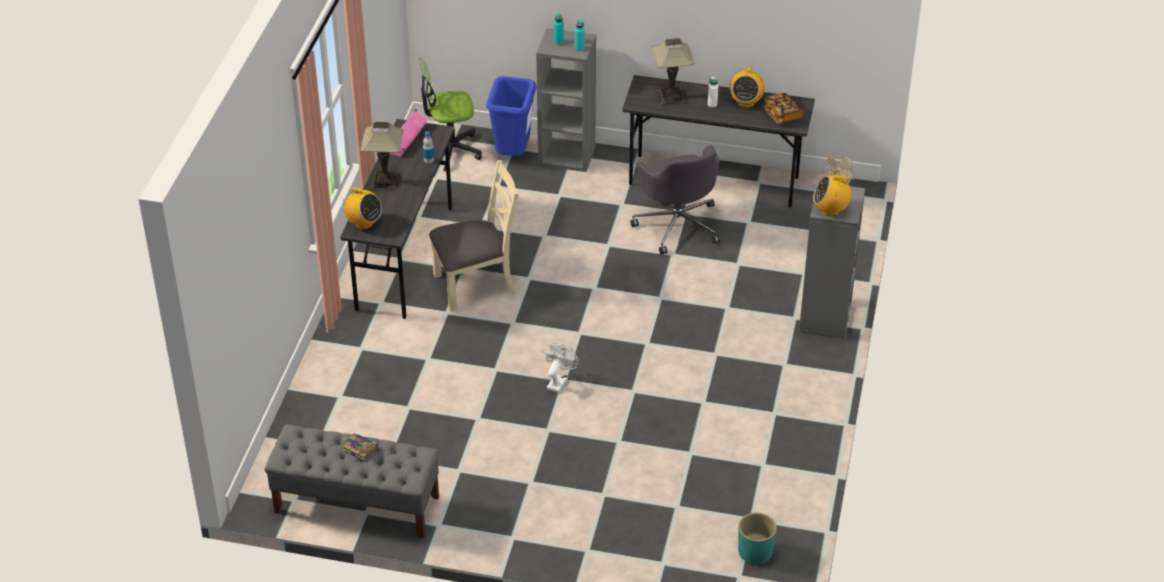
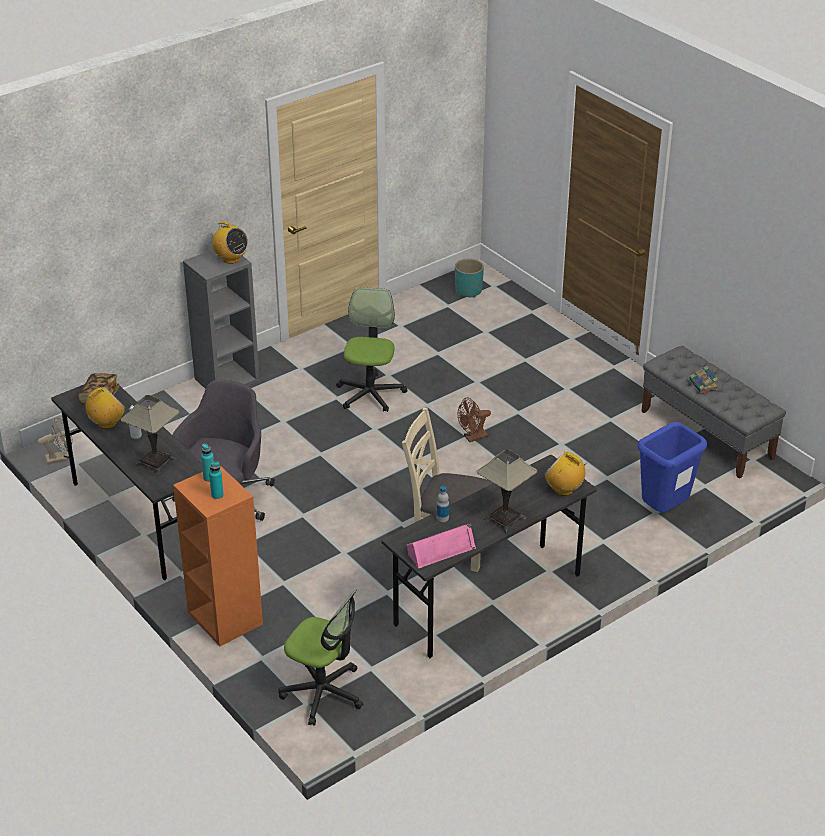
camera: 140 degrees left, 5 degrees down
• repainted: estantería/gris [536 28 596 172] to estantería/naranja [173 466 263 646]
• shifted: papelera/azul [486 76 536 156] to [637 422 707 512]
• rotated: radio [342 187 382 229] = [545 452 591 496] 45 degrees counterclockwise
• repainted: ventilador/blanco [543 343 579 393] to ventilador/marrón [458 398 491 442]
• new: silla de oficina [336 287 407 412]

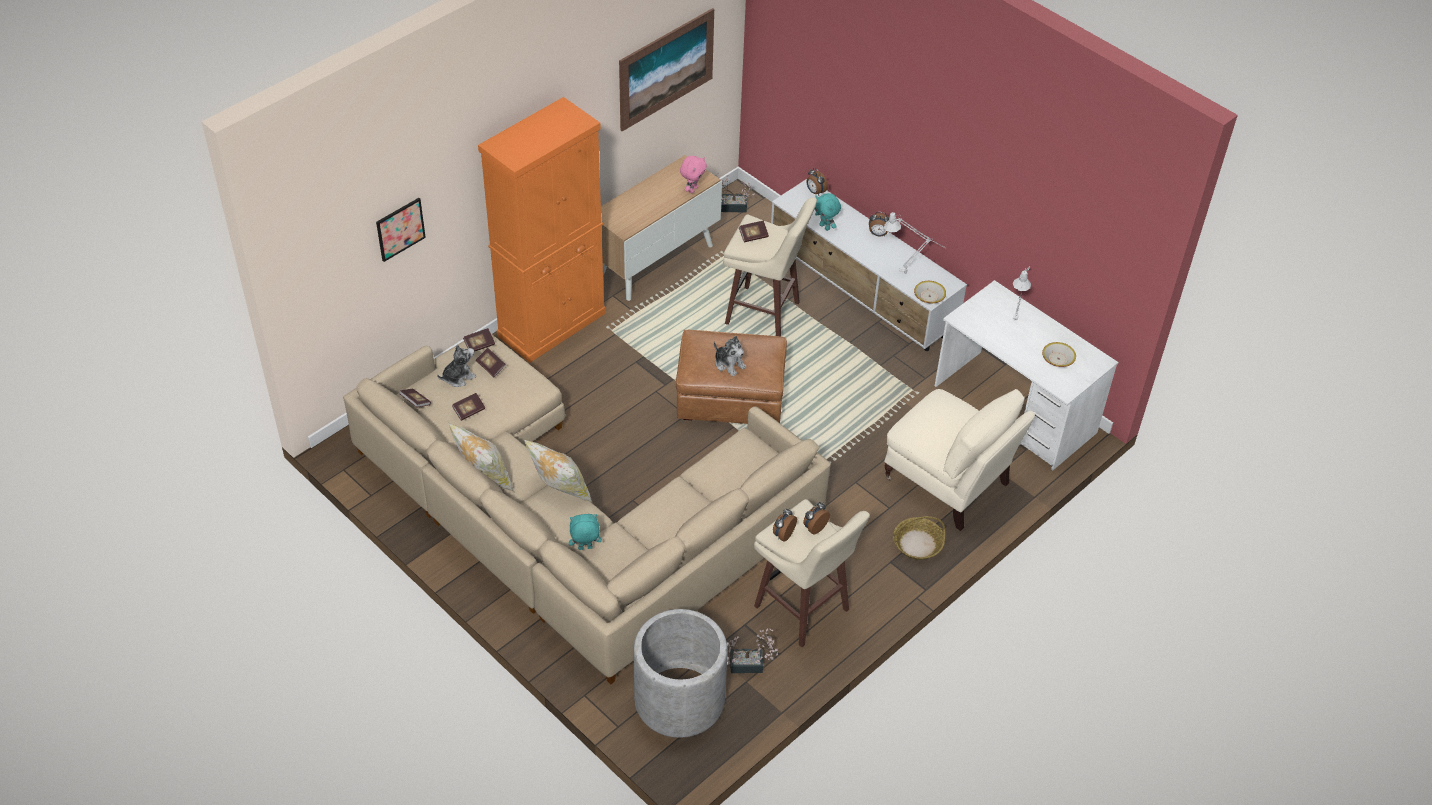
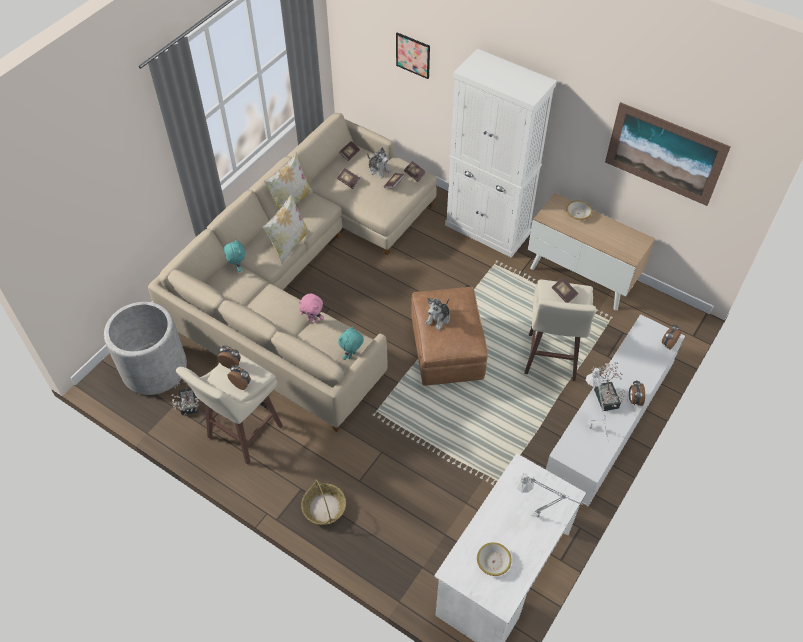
camera: 80 degrees right, 5 degrees up
• repainted: armario/naranja [478 97 606 363] to armario/blanco [445 49 557 258]
• shifted: peluche/rosa [680 156 707 193] to [298 294 324 323]
• shifted: planta en maceta [715 173 755 213] to [592 362 628 411]
• shifted: peluche/turquesa [815 193 841 231] to [338 326 364 360]
• shifted: cuenco [914 281 946 303] to [566 201 592 220]
• gone: sillón/beis [884 389 1035 531]

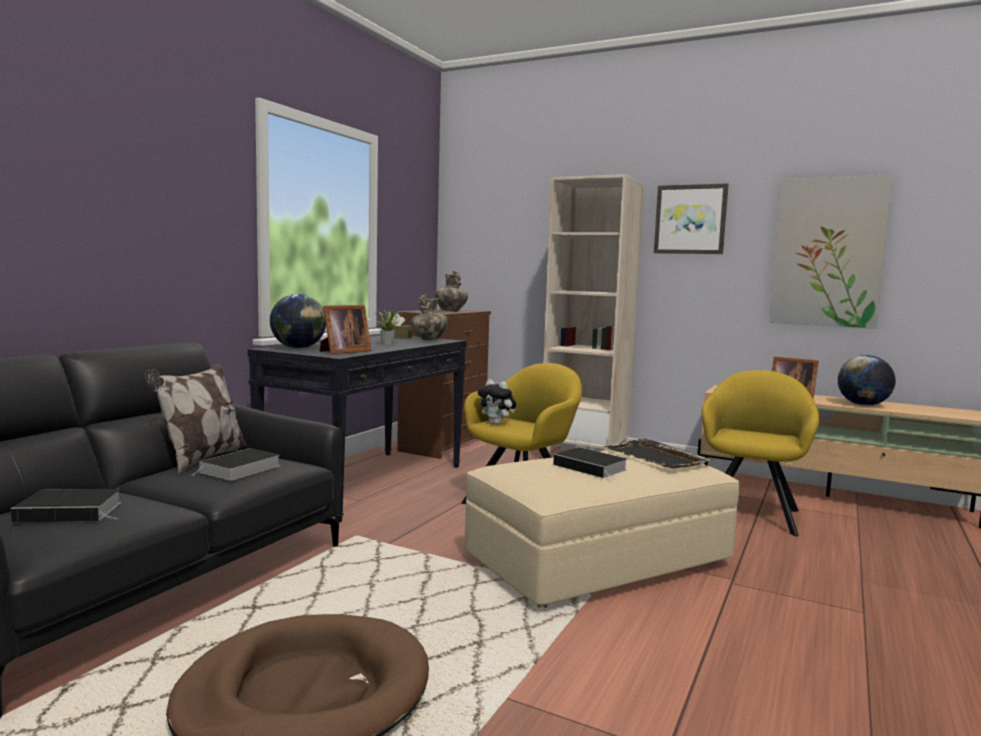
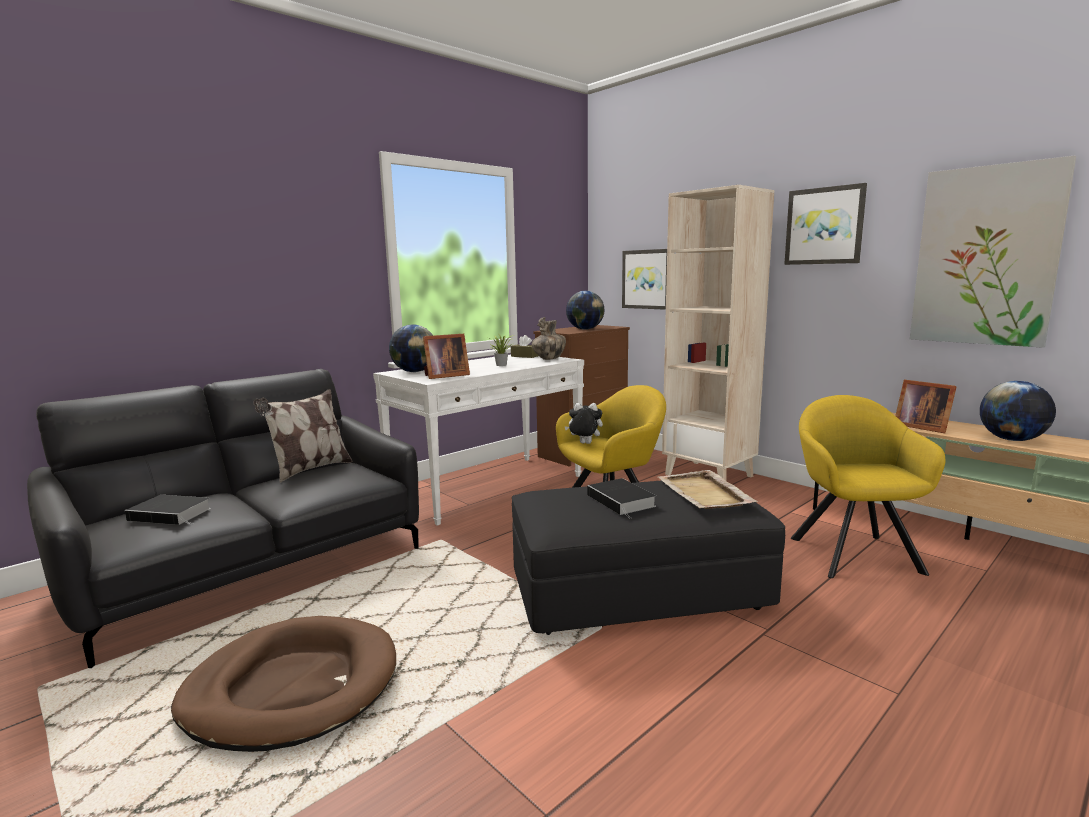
camera: 20 degrees right, 5 degrees up
• swapped: florero [435 271 468 312] to globo terráqueo [566 291 605 330]
• repainted: mesa consola/negro [248 335 467 523] to mesa consola/blanco [373 355 584 526]
• rotated: sillón/amarillo [701 370 819 536] = [791 395 945 578] 45 degrees counterclockwise
• rotated: peluche [478 379 516 425] = [565 403 603 444] 135 degrees clockwise
• repainted: bandeja/negro [603 439 713 469] to bandeja/beis [658 470 758 509]
• gone: libro [191 448 280 481]
• repainted: puf/beis [465 450 739 608] to puf/negro [512 480 785 635]
• new: cuadro [622 249 667 310]

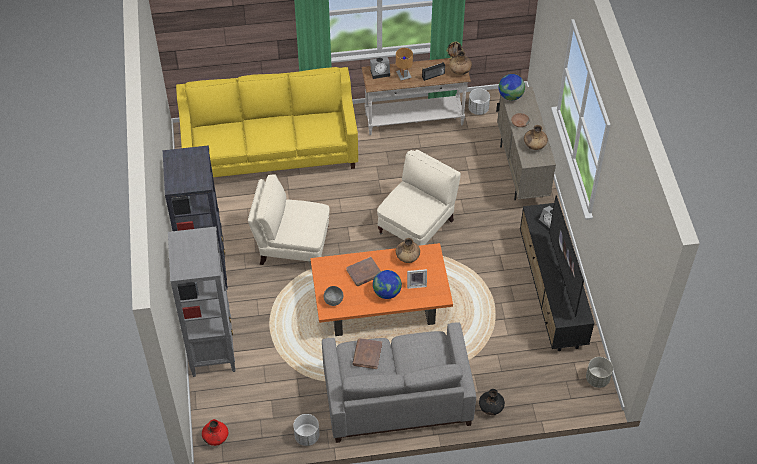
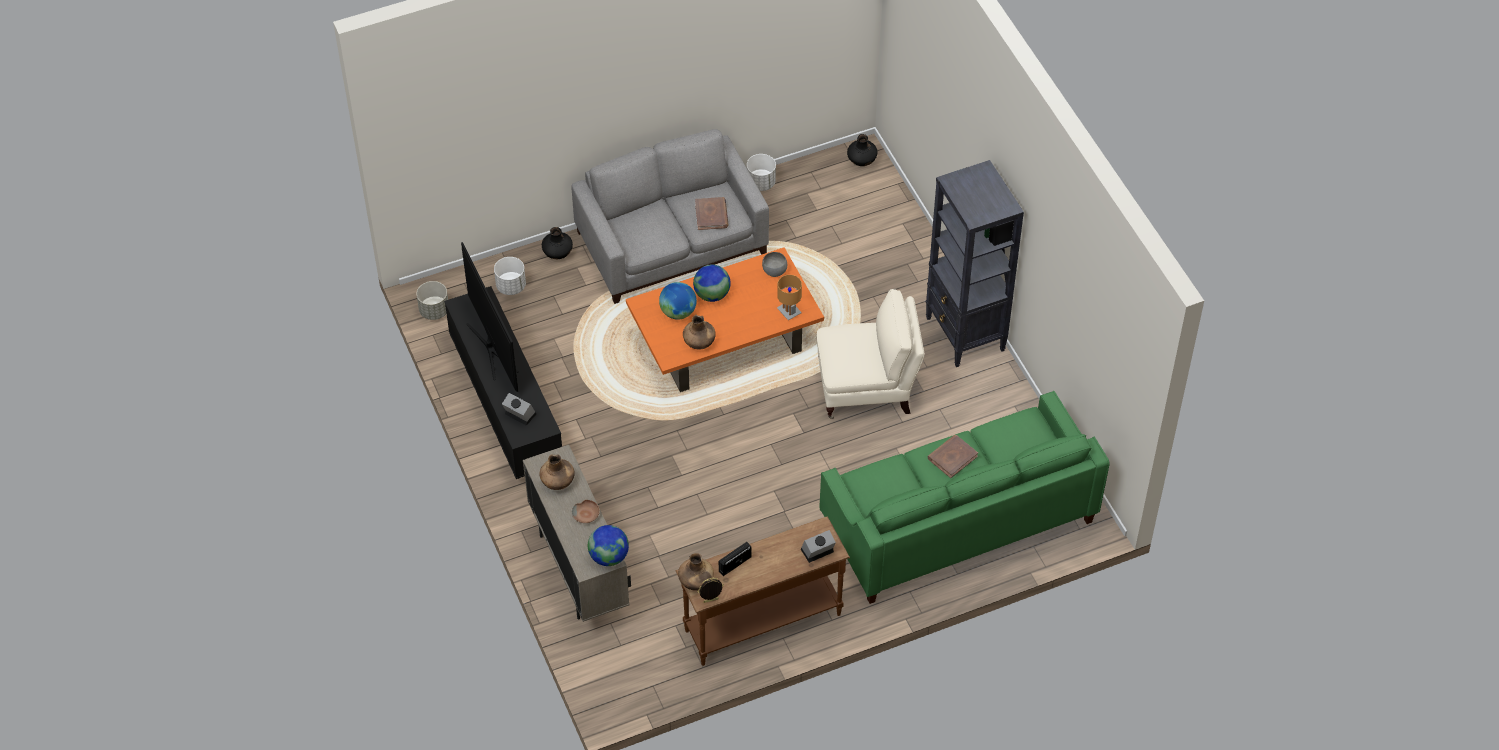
camera: 165 degrees right, 0 degrees up
• shifted: lámpara de mesa/marrón [396 48 413 81] to [777 275 802 320]
• repainted: mesa consola/blanco [362 58 471 135] to mesa consola/marrón [676 516 850 666]
• repainted: sofá/amarillo [176 67 358 177] to sofá/verde [819 391 1110 604]
• shifted: maceta/blanco [468 88 490 115] to [494 257 526 295]
• gone: sillón/beis [377 150 461 246]
• gone: estantería/gris [168 227 236 377]
• shifted: libro/marrón [346 257 381 286] to [928 435 978 478]
• swapped: portarretratos [407 269 427 289] to globo terráqueo [659 282 697 320]
• repainted: florero/rojo [202 419 228 446] to florero/negro [847 134 877 166]

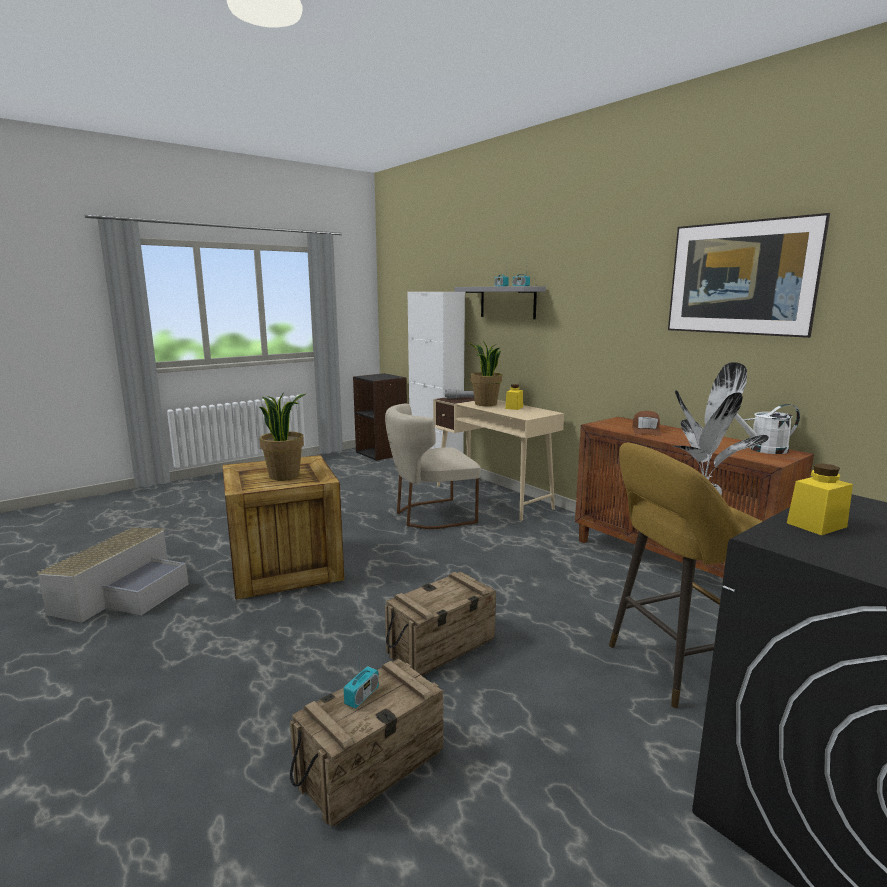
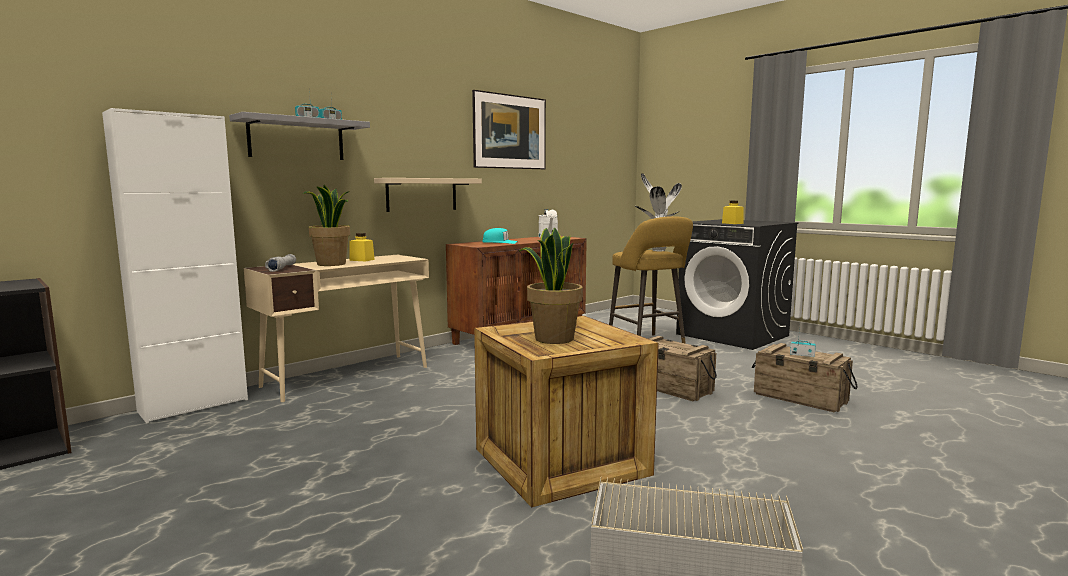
camera: 95 degrees left, 5 degrees down
• gone: silla/beis [385 403 481 529]
• repainted: gorra/marrón [632 411 662 436] to gorra/turquesa [482 228 518 244]
• new: estante/beis [374 178 482 212]

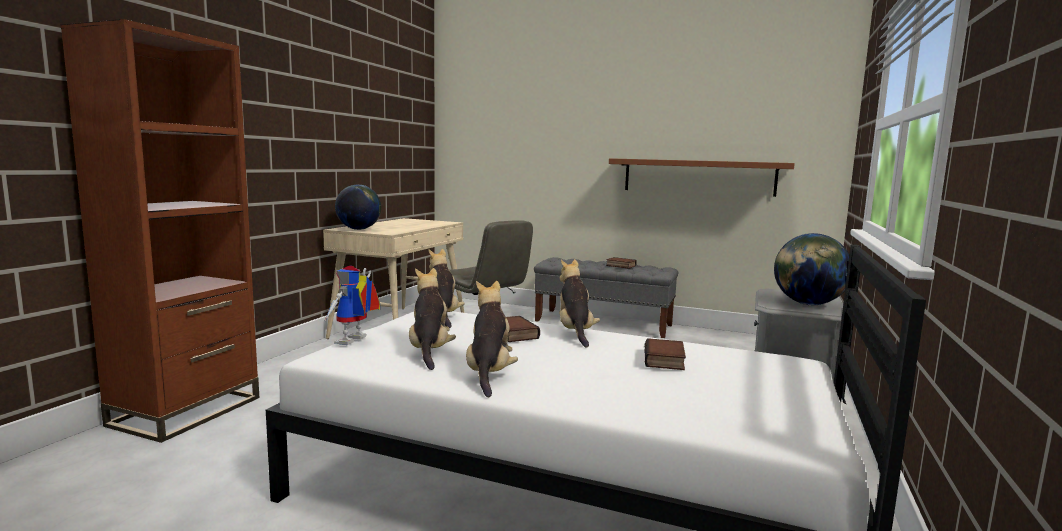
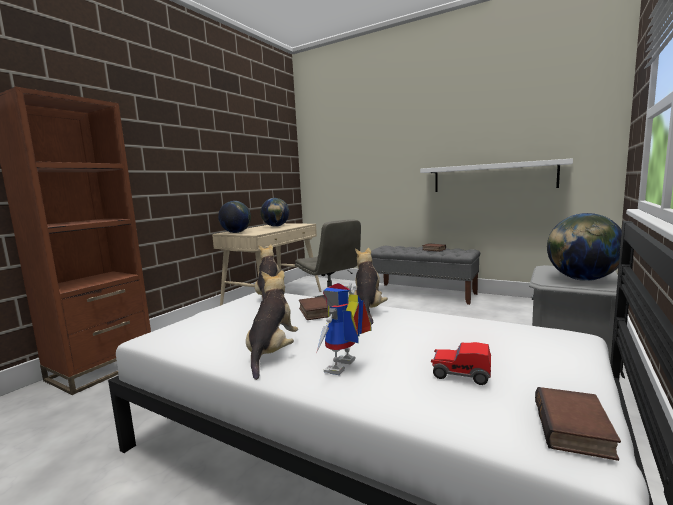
camera: 10 degrees right, 0 degrees up
• repainted: estante/marrón [609 158 795 197] to estante/blanco [420 158 573 192]
• shifted: robot de juguete [325 265 380 345] to [316 283 371 375]
• gone: peluche [409 268 456 370]
• shifted: libro [644 338 686 370] to [535 387 621 461]
• new: globo terráqueo [260 198 289 227]
• new: coche de juguete [431 342 491 385]

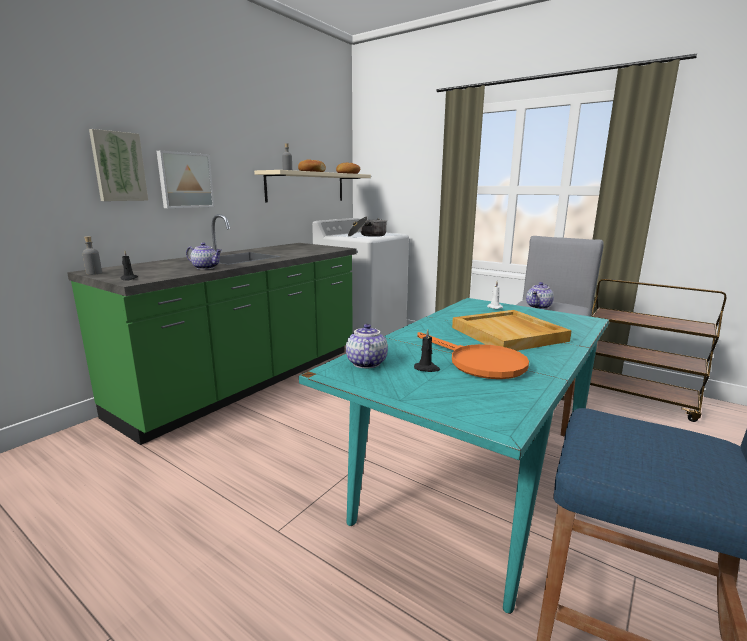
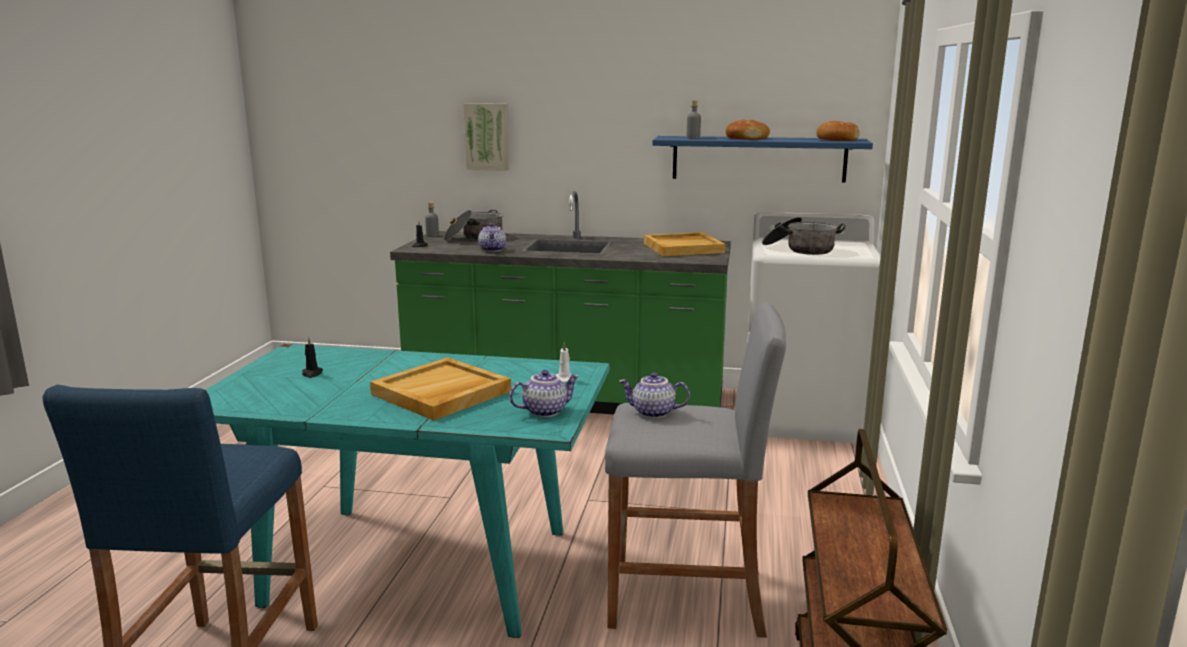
camera: 65 degrees right, 0 degrees up
• gone: cuadro [157 151 214 208]
• repainted: estante/beis [254 170 371 203] to estante/azul [652 136 873 183]
• shifted: tetera [346 324 388 368] to [509 370 579 417]
• gone: sartén/naranja [417 332 529 379]
• new: olla [444 210 503 241]
• new: bandeja/beis [644 232 726 256]

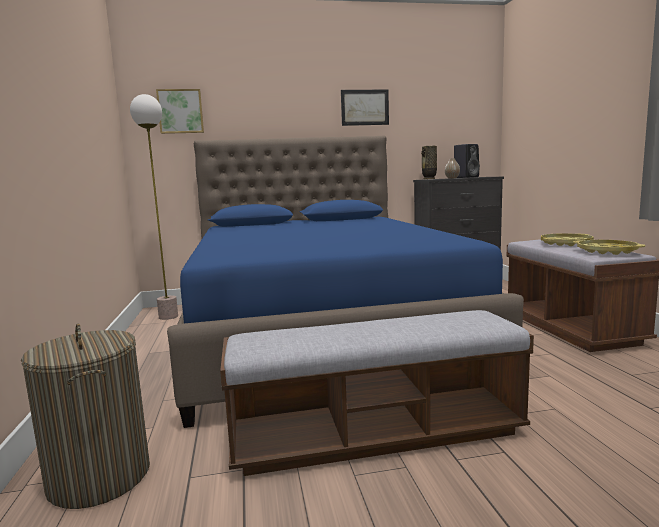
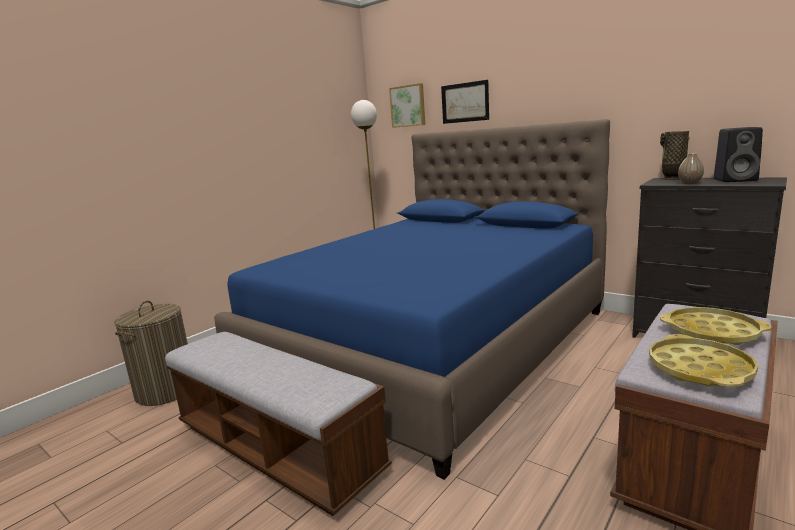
camera: 50 degrees right, 5 degrees up
• shifted: cuadro [341 90 389 126] to [441 80 489 124]

